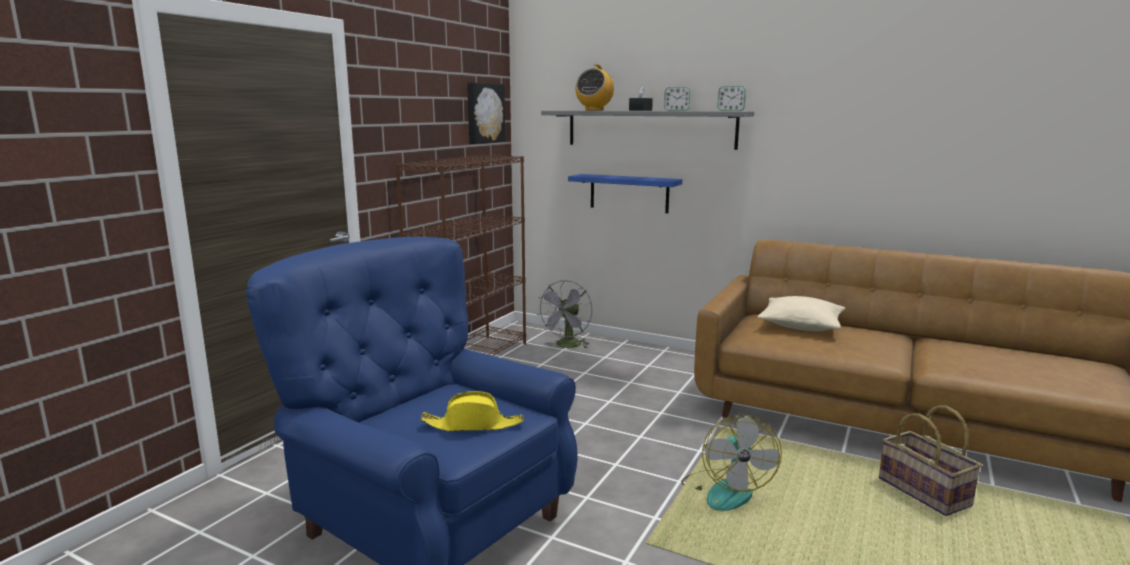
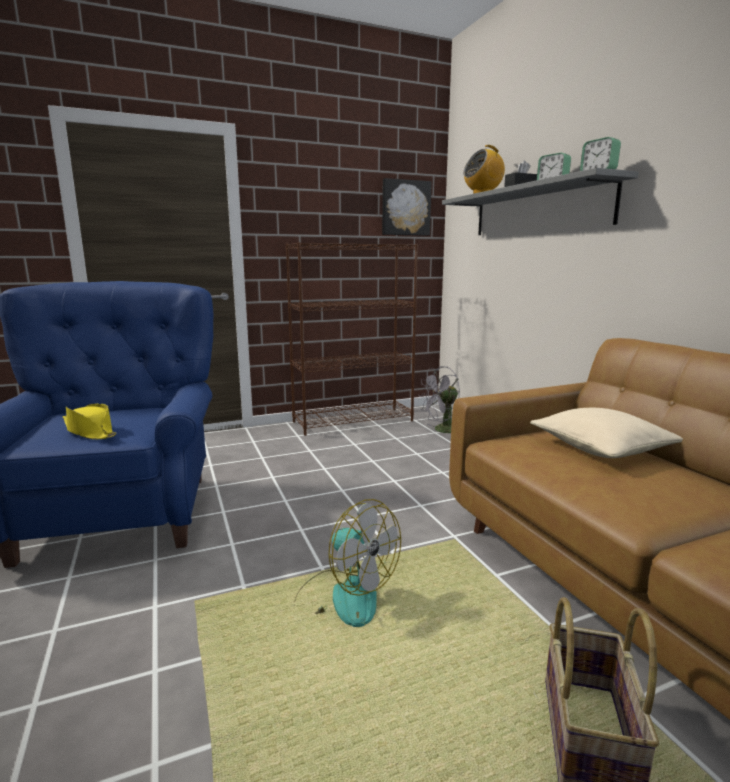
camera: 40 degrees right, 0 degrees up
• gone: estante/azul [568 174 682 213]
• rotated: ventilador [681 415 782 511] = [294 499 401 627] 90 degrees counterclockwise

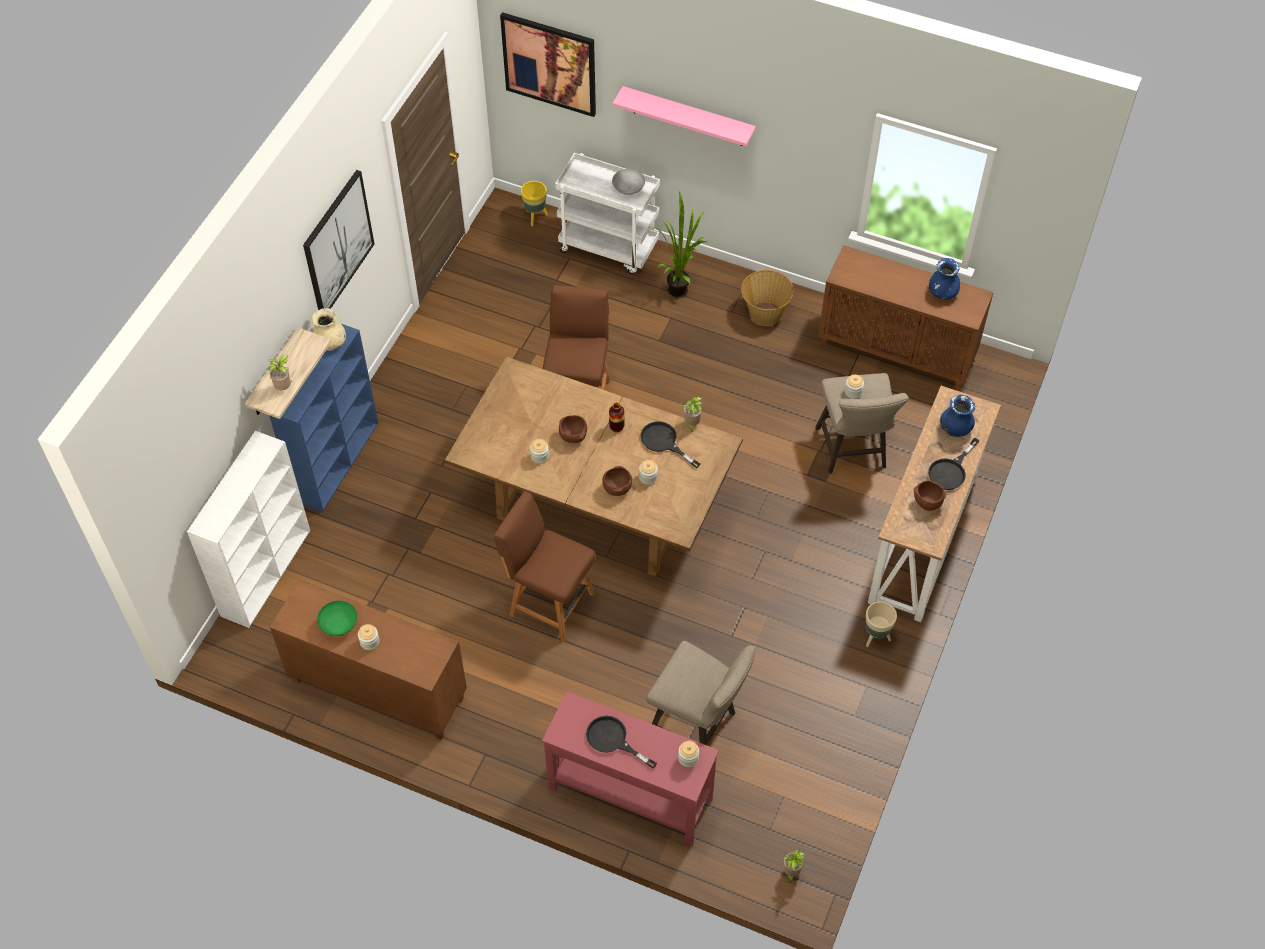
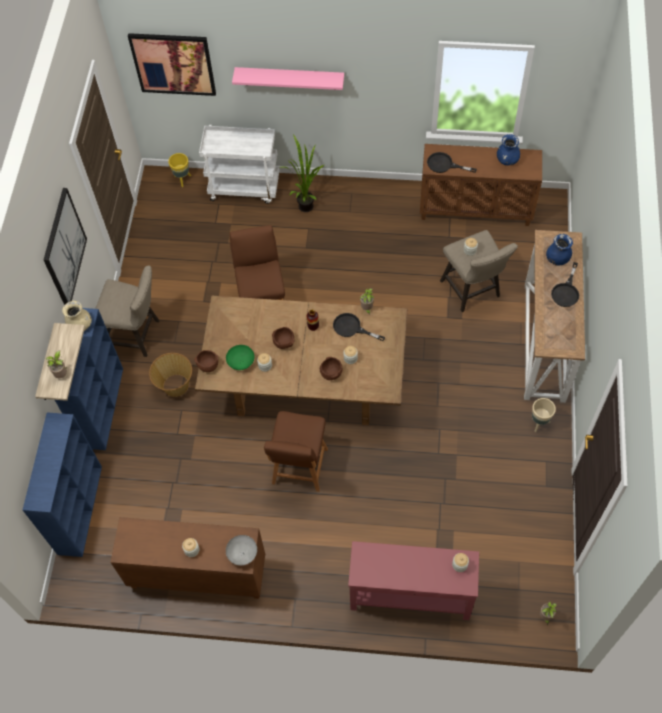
camera: 15 degrees left, 5 degrees up
• shifted: cuenco/gris [612 169 645 195] to [226 535 257 566]
• shifted: cesta [741 270 794 326] to [149 353 192 397]
• repainted: estantería/blanco [187 431 310 628] to estantería/azul [23 412 102 557]
• shifted: cuenco/marrón [914 480 946 511] to [194 350 219 372]
• rotated: silla/marrón [493 491 596 642] = [264 411 328 492] 90 degrees counterclockwise
• shifted: cuenco/verde [317 601 357 636] to [226 345 254 370]
• shifted: taburete/beis [646 641 756 745] to [95 266 159 357]
• shifted: sartén/negro [586 716 657 769] to [427 152 477 173]

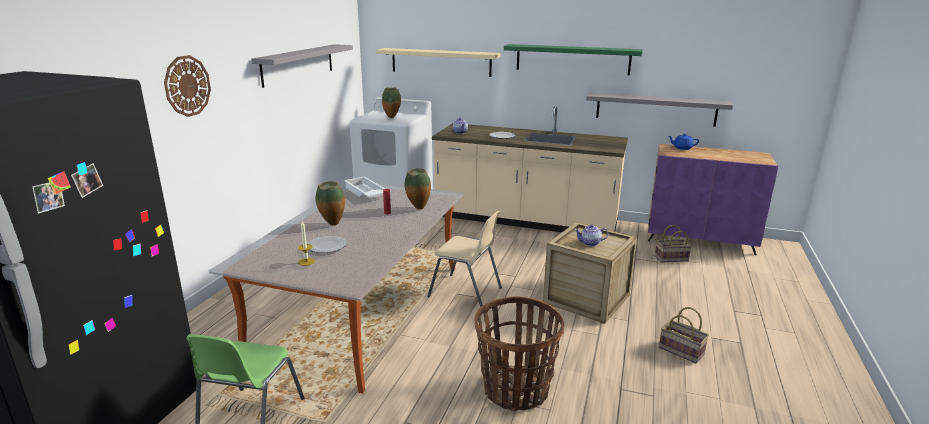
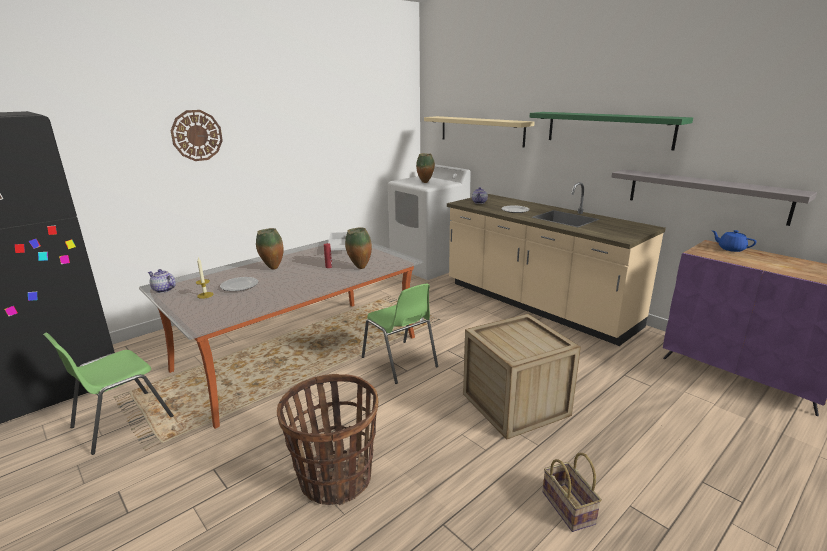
camera: 30 degrees right, 0 degrees up
• gone: estante/gris [251 44 353 88]
• repainted: silla/beis [427 211 502 307] to silla/verde [362 283 438 384]
• shifted: tetera [575 224 608 246] to [148 269 176 293]
• gone: cesta [655 225 692 263]

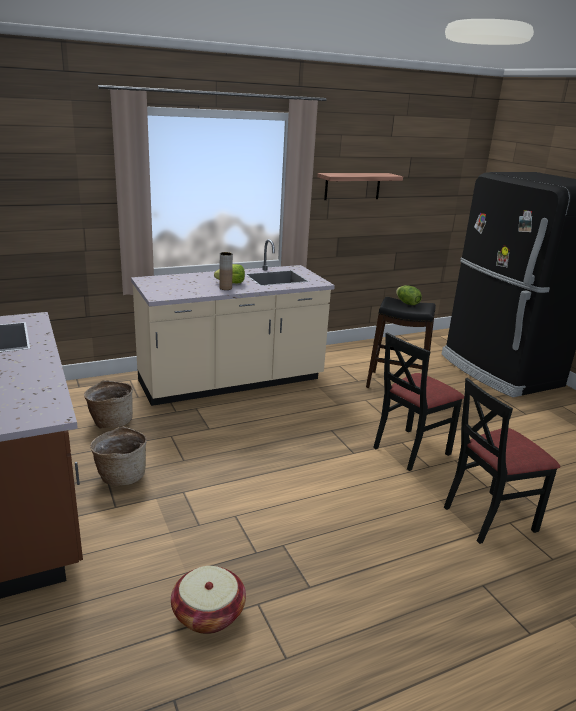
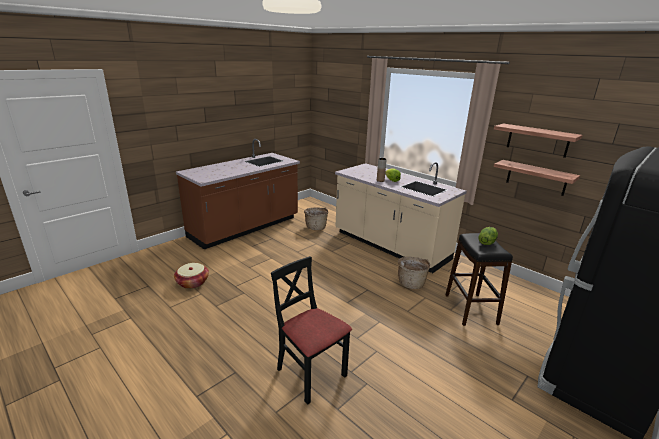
camera: 70 degrees right, 0 degrees up
• gone: silla/negro [373 332 464 471]
• shifted: cesta [90 426 147 486] to [398 257 430 289]
• new: estante [494 160 580 196]

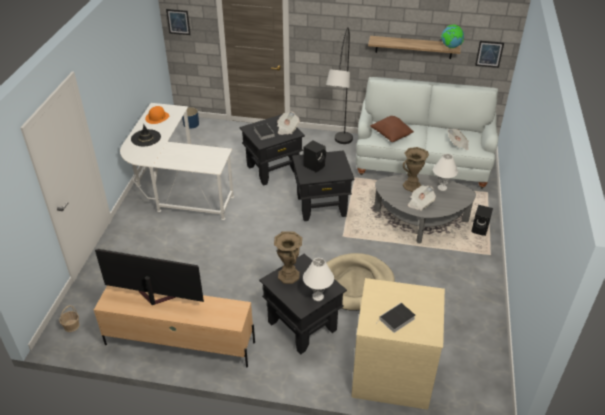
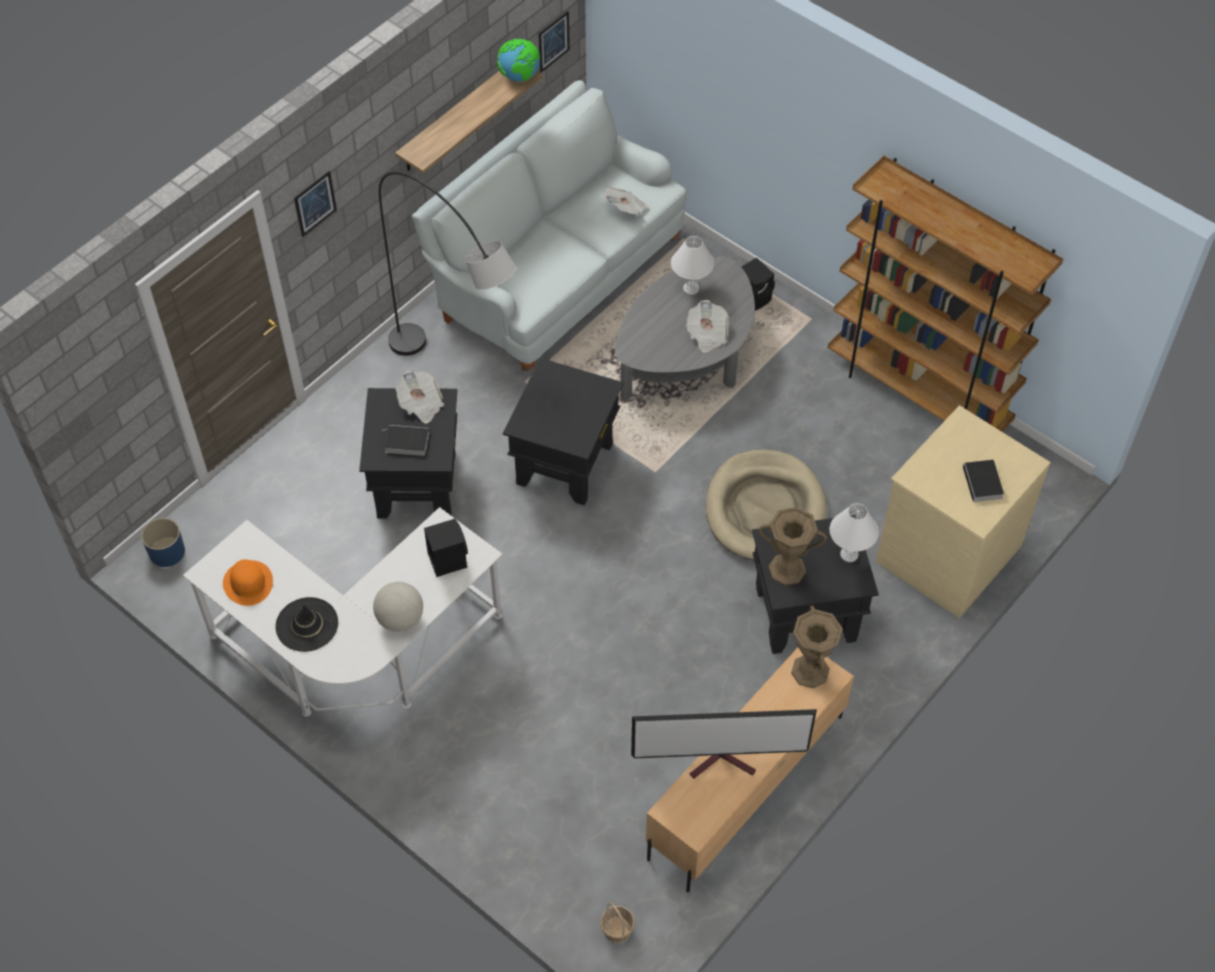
camera: 60 degrees left, 15 degrees up
• shifted: cuadro [166 9 190 35] to [294 171 337 237]
• gone: cojín/marrón [370 116 414 142]
• shifted: altavoz/negro [304 141 326 172] to [424 519 468 577]
• shifted: florero/marrón [403 147 429 192] to [791 606 843 688]
• rotated: televisor [95 249 204 305] = [631 709 817 779] 135 degrees counterclockwise
• new: estantería/marrón [828 156 1063 432]
• new: globo terráqueo [373 582 423 632]

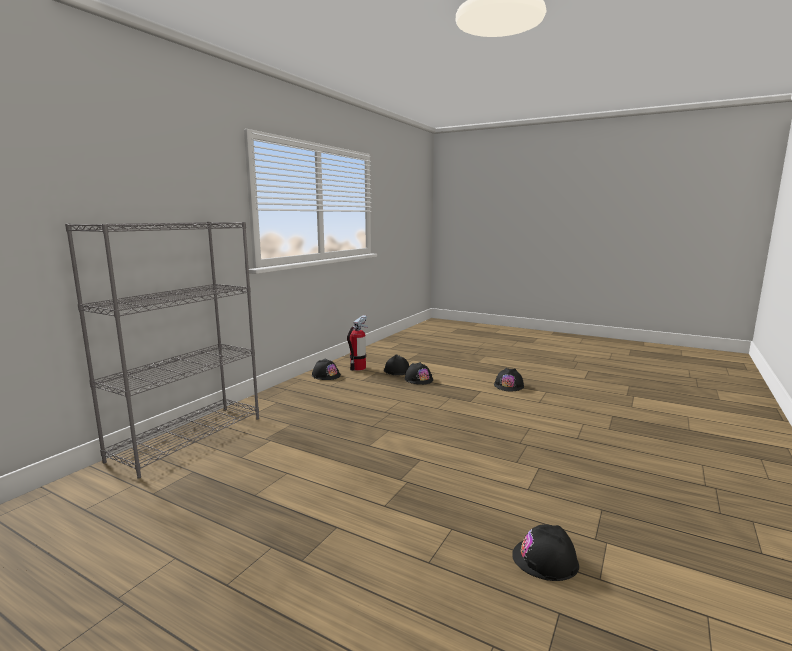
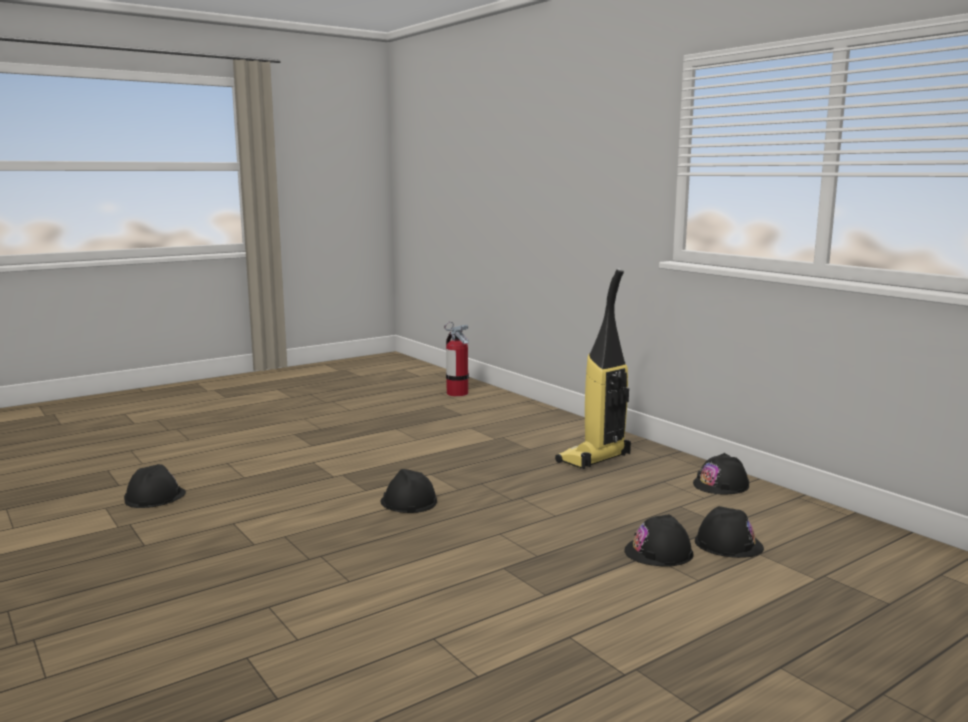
camera: 115 degrees right, 0 degrees up
• gone: estantería/gris [65 222 259 479]
• shifted: extintor [347 315 368 371] to [444 322 469 396]
• shifted: casco/negro [494 368 524 391] to [381 469 437 513]
• new: aspiradora [555 269 631 469]

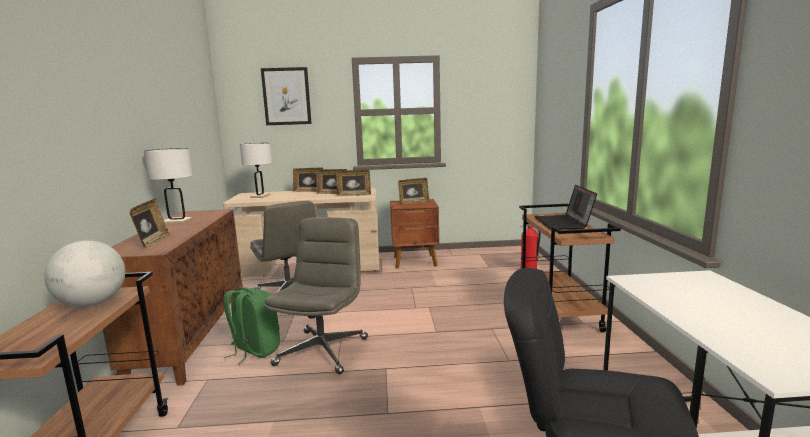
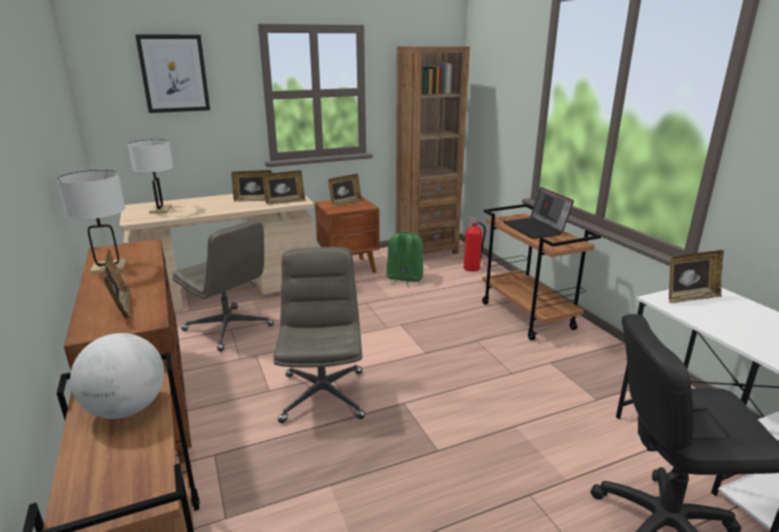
camera: 20 degrees left, 10 degrees up
• shifted: portarretratos [293 168 323 192] to [669 250 724 303]
• shifted: mochila/verde [223 287 280 365] to [387 231 423 287]
• new: estantería/marrón [396 46 470 254]

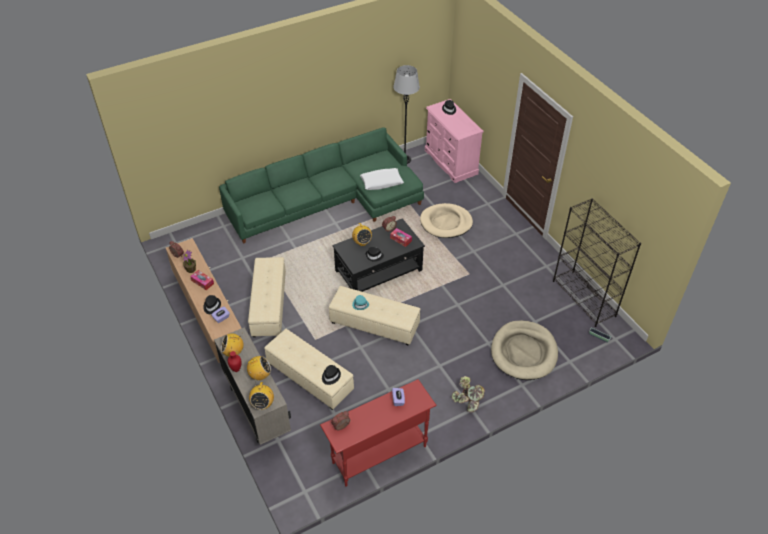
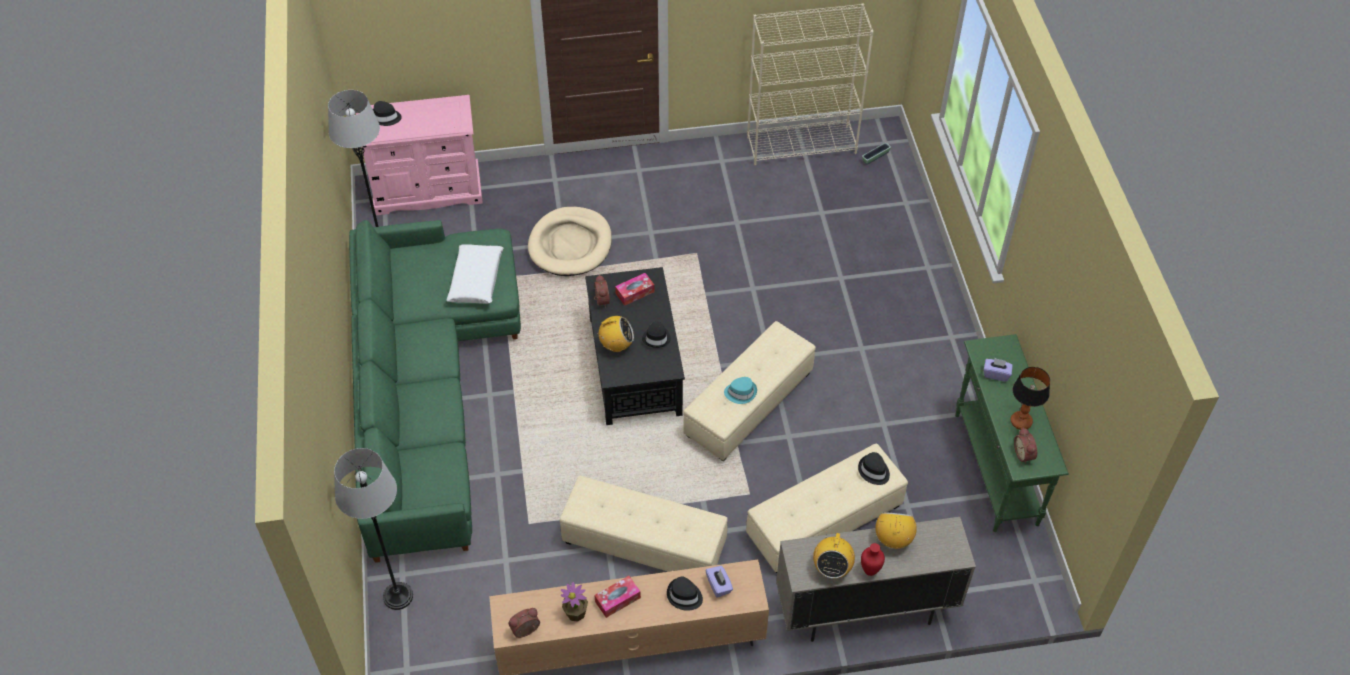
camera: 70 degrees left, 5 degrees up
• repainted: estantería/negro [553 198 641 327] to estantería/beis [747 4 874 165]
• gone: cama para perro/beis [491 320 558 380]
• gone: planta en maceta [452 376 485 413]
• repainted: mesa consola/rojo [320 379 437 487] to mesa consola/verde [955 334 1069 532]
• gone: radio [249 380 274 410]
• new: lámpara de mesa [1011 367 1050 430]
• new: lámpara de pie/gris [334 448 413 610]

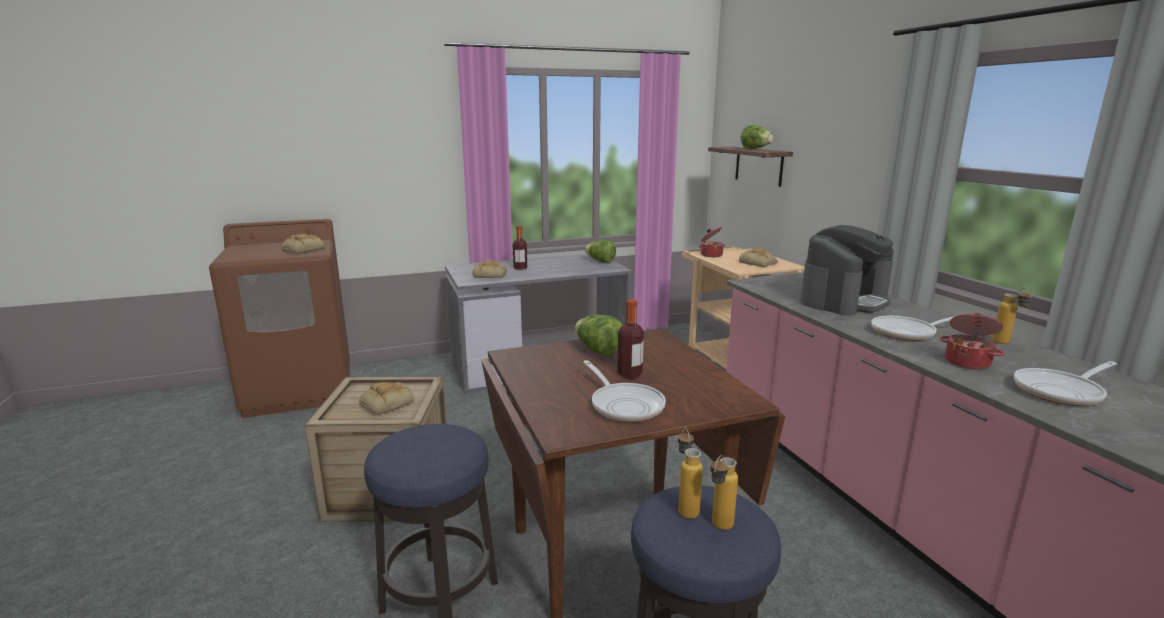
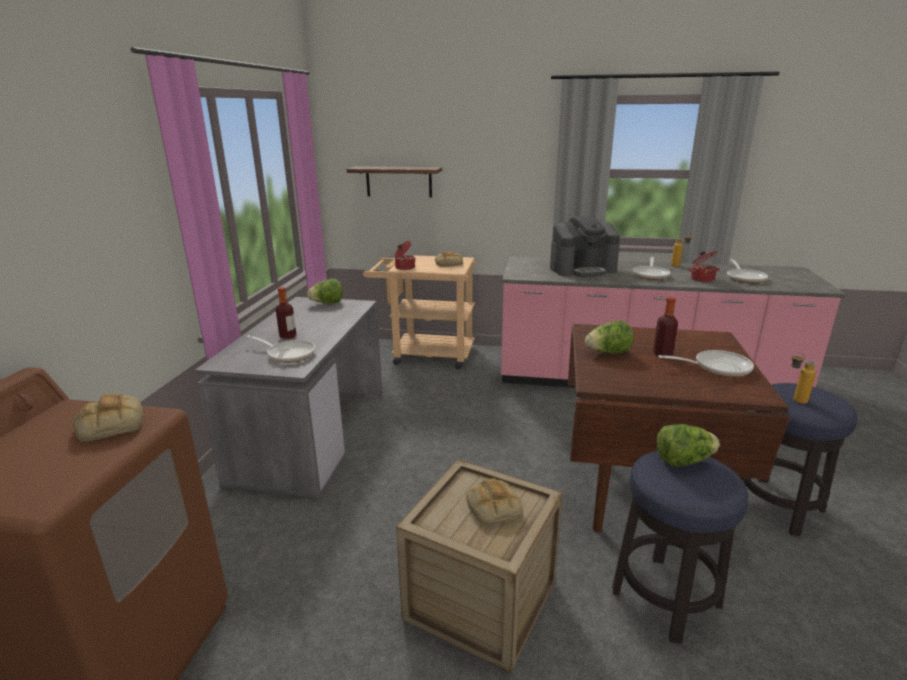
camera: 60 degrees left, 5 degrees up
• shifted: lechuga [741 125 774 149] to [657 424 720 467]
• rotated: cafetera [800 225 894 316] = [550 216 620 277] 90 degrees clockwise
• swapped: pan [472 260 507 278] to sartén [247 335 315 363]
• gone: botella [710 455 738 530]

